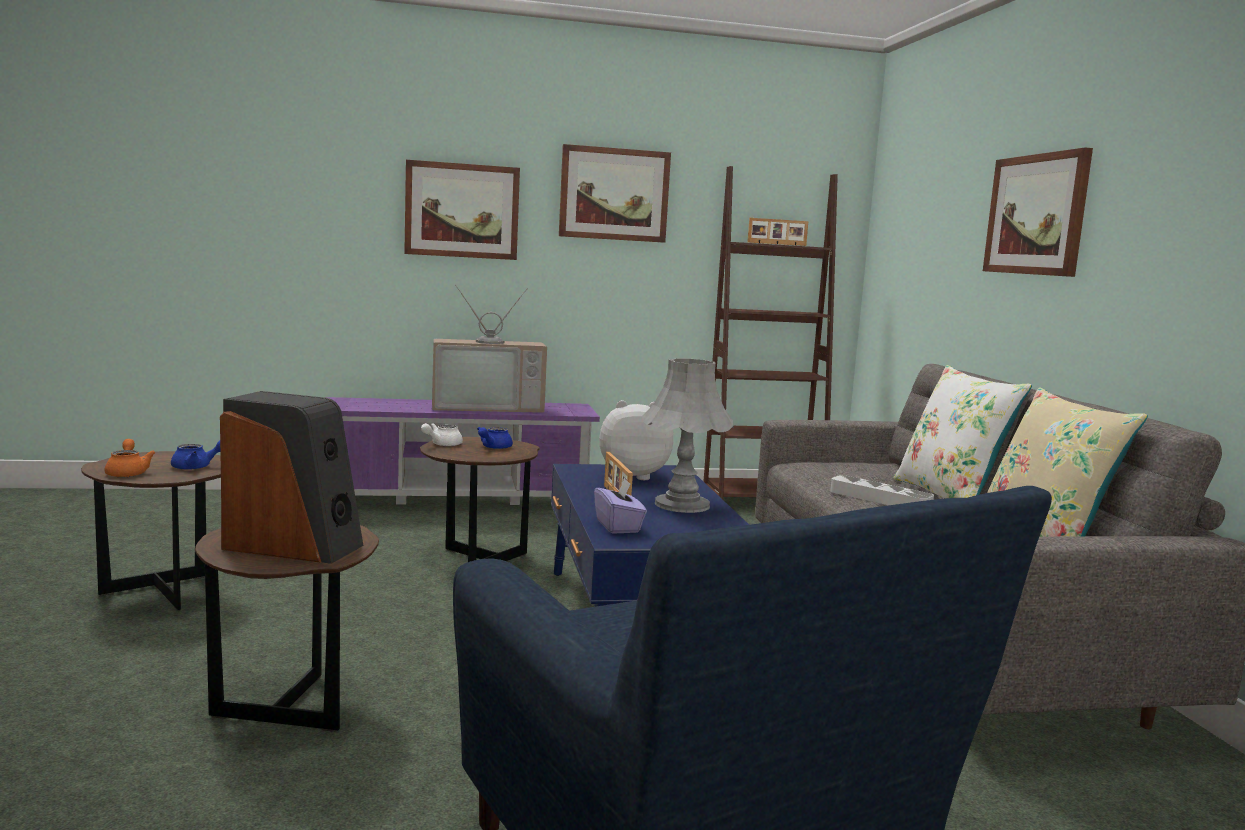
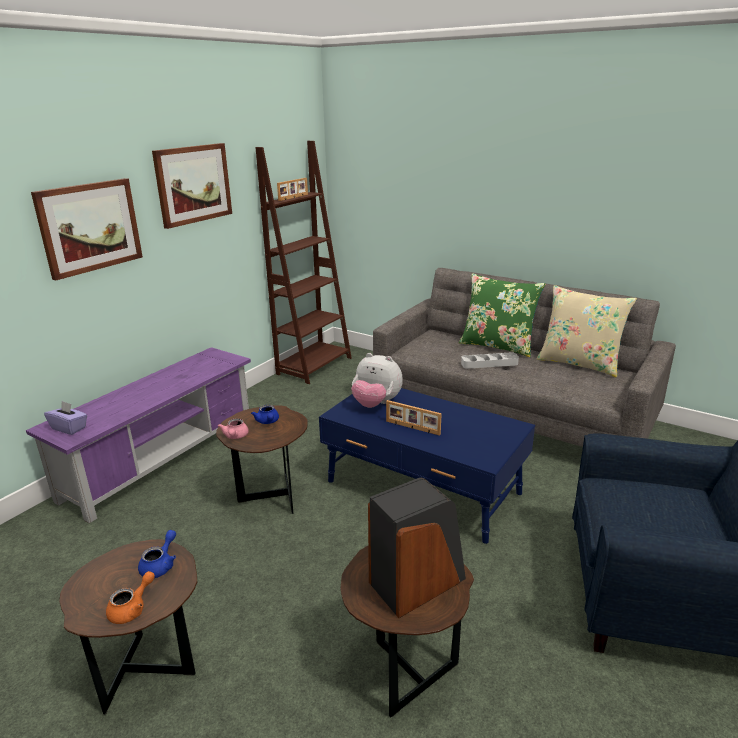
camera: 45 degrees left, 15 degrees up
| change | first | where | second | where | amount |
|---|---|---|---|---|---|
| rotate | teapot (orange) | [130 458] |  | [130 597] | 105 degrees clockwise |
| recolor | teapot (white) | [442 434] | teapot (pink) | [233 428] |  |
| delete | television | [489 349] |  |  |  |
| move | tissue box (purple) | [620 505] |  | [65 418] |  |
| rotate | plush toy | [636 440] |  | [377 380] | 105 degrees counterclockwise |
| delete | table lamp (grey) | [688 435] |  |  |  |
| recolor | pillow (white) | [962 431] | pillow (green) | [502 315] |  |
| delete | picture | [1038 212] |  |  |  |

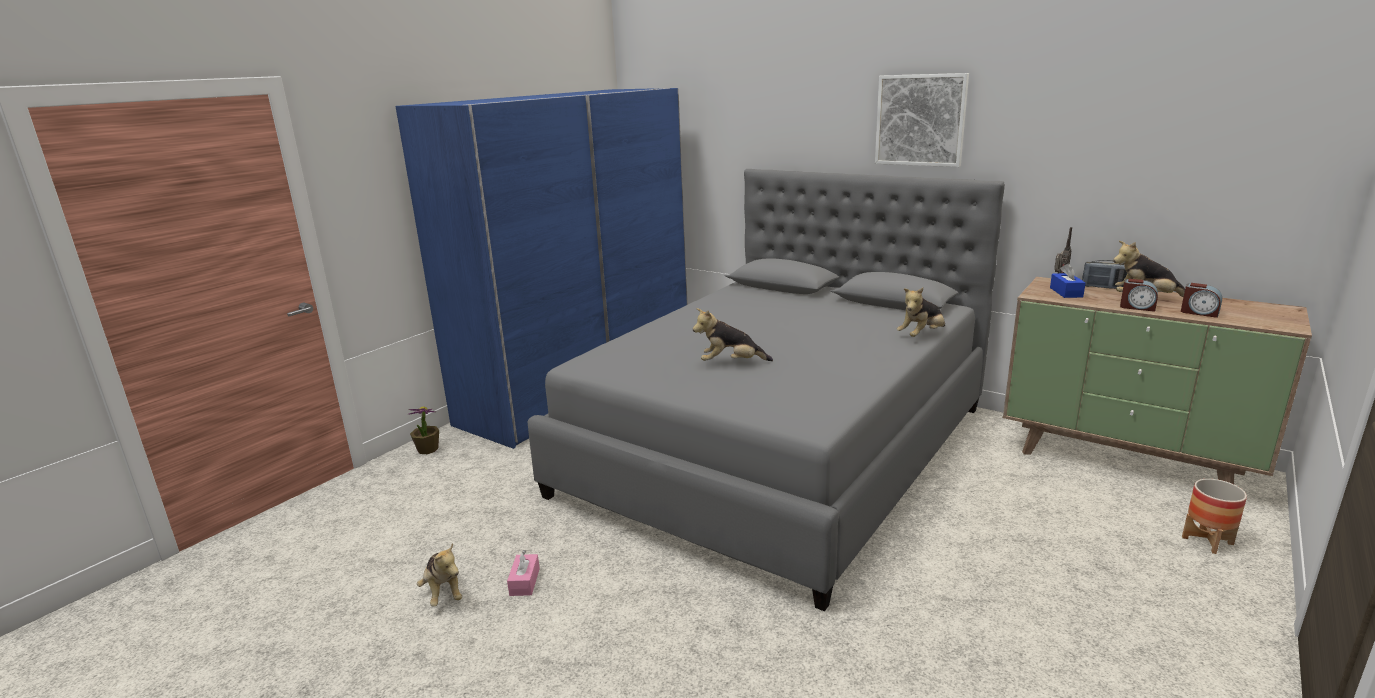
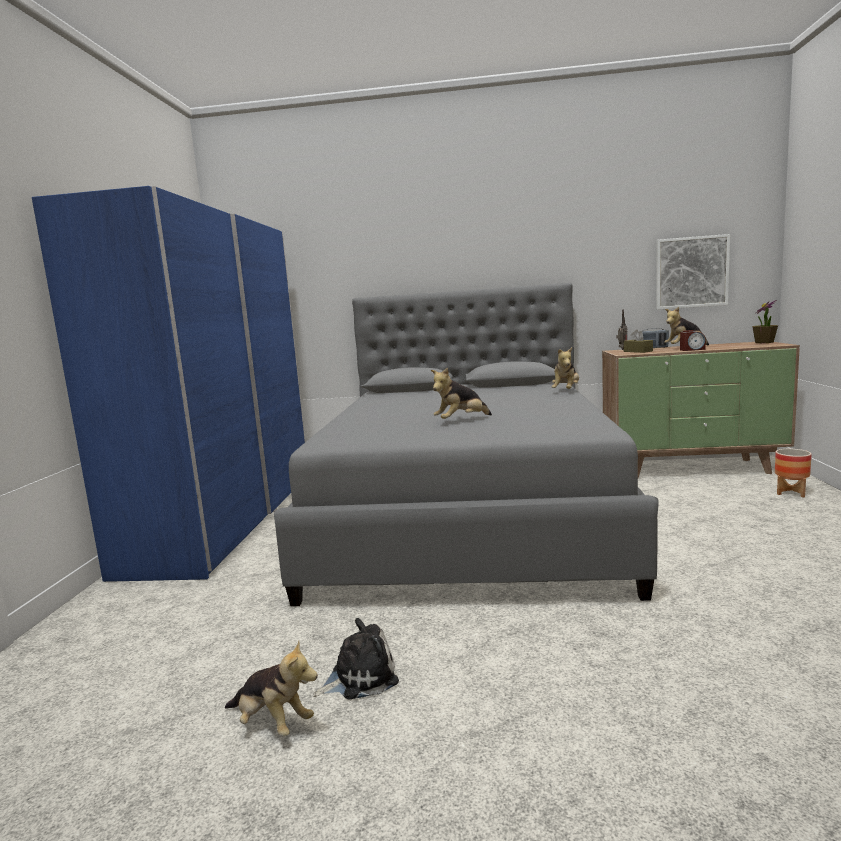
camera: 30 degrees left, 10 degrees down
| change | first | where | second | where | amount |
|---|---|---|---|---|---|
| move | potted plant | [424 430] |  | [765 321] |  |
| replace | tissue box (pink) | [523 573] | plush toy | [356 659] |  |
| move | picture | [922 120] |  | [693 272] |  |
| recolor | tissue box (blue) | [1068 280] | tissue box (brown) | [638 341] |  |
| delete | alarm clock | [1201 300] |  |  |  |

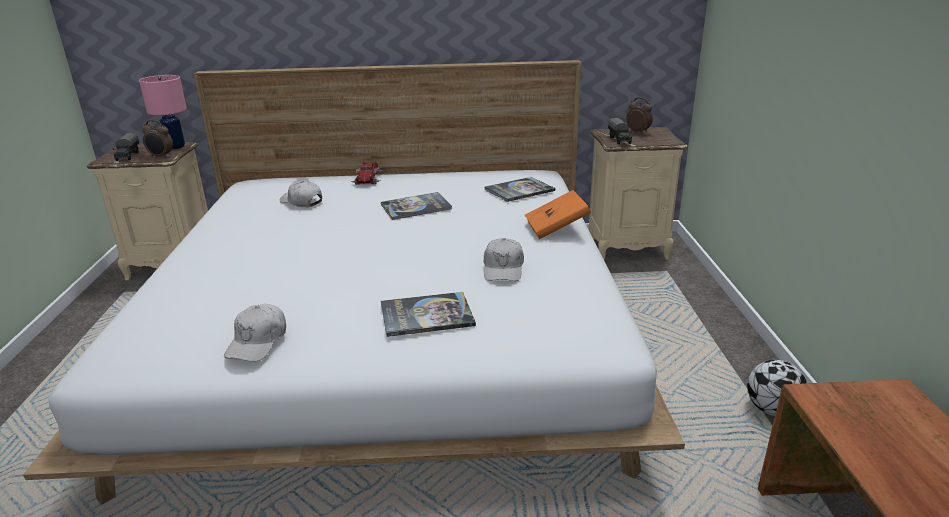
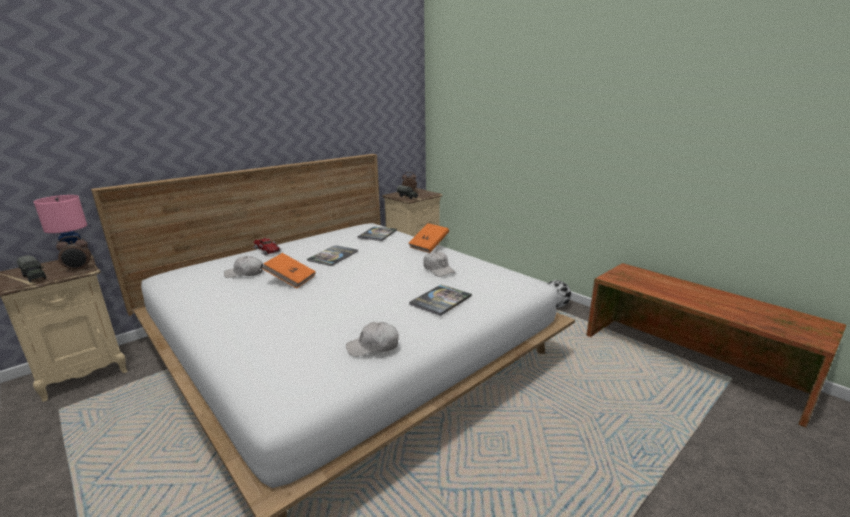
camera: 40 degrees left, 5 degrees down
| change | first | where | second | where | amount |
|---|---|---|---|---|---|
| rotate | cap (white) | [255 333] |  | [372 339] | 105 degrees clockwise |
| insert |  |  | book (orange) | [289 270] |  |

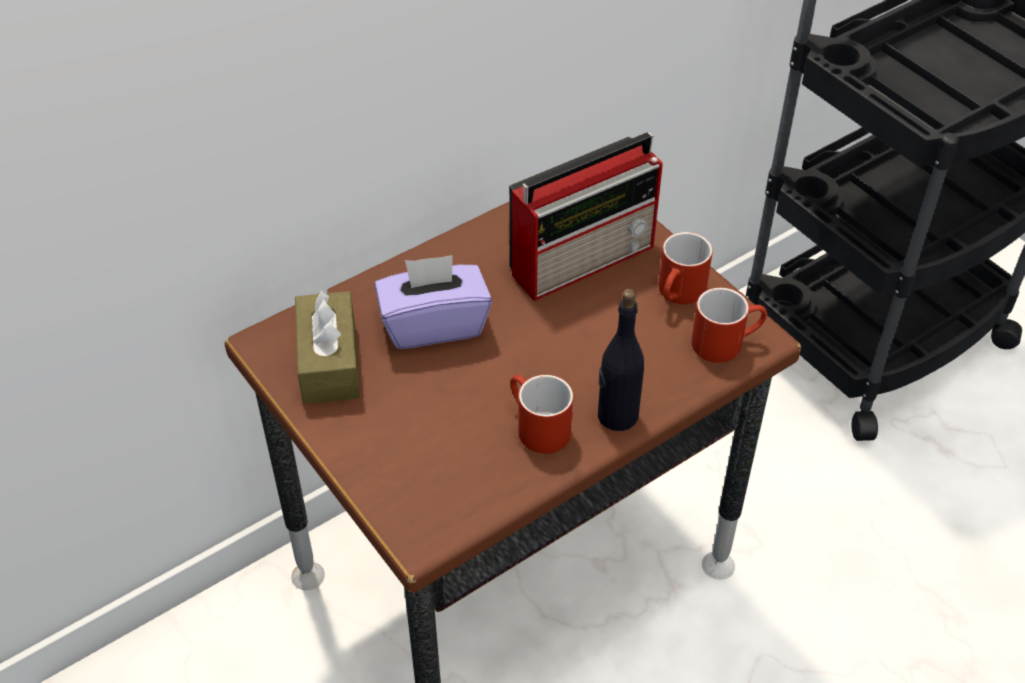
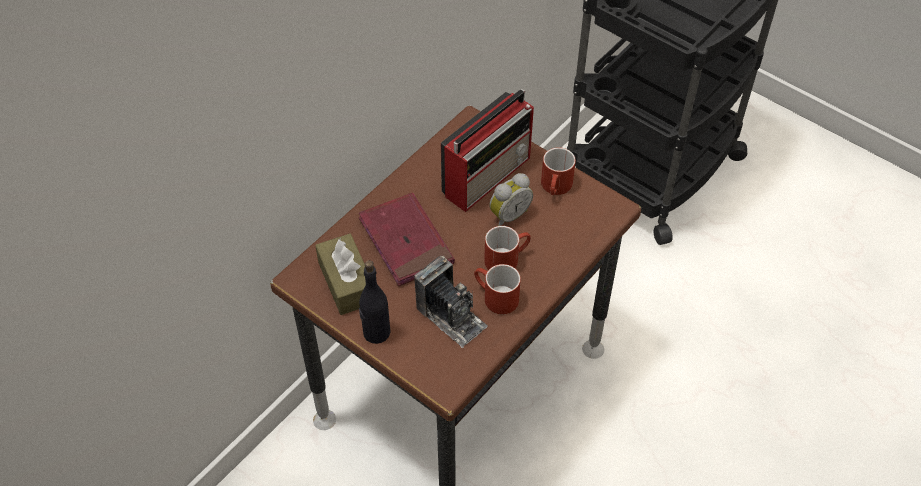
camera: 15 degrees left, 5 degrees up
| change | first | where | second | where | amount |
|---|---|---|---|---|---|
| replace | tissue box (purple) | [433 302] | book (red) | [407 239] |  |
| move | bottle (black) | [621 360] |  | [375 302] |  |
| move | mug (red) | [729 325] |  | [507 248] |  |
| insert |  |  | photo camera | [451 302] |  |
| insert |  |  | alarm clock | [511 199] |  |

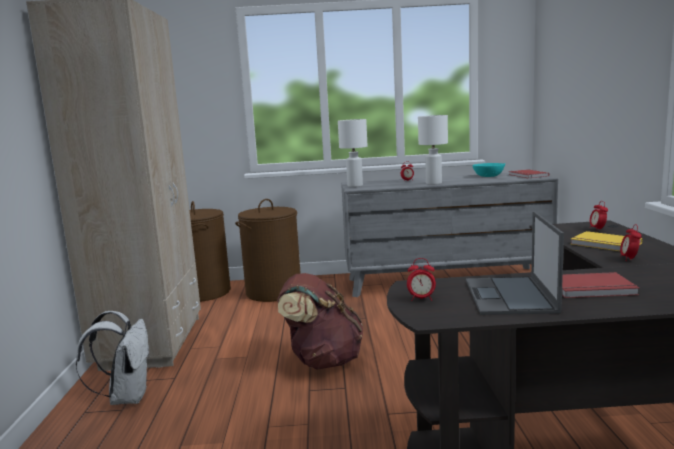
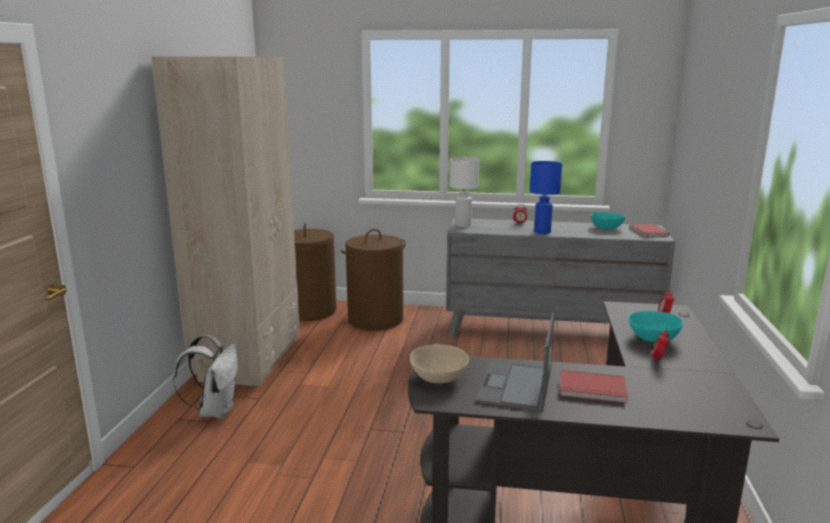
camera: 10 degrees right, 5 degrees up
| change | first | where | second | where | amount |
|---|---|---|---|---|---|
| delete | backpack (brown) | [320 321] |  |  |  |
| replace | alarm clock | [421 279] | bowl (beige) | [439 363] |  |
| recolor | table lamp (white) | [433 150] | table lamp (blue) | [546 197] |  |
| replace | book (yellow) | [606 241] | bowl (turquoise) | [655 326] |  |

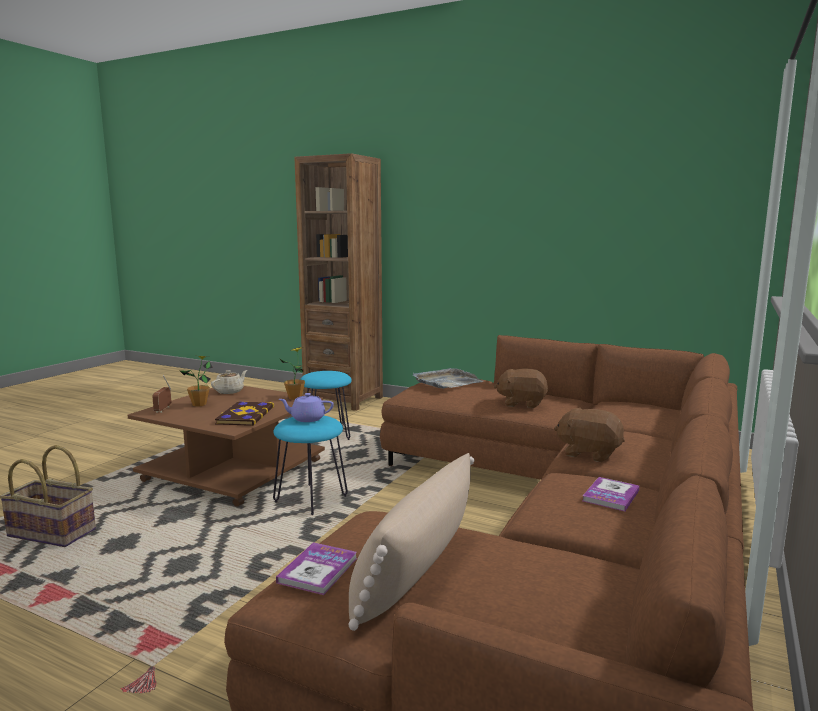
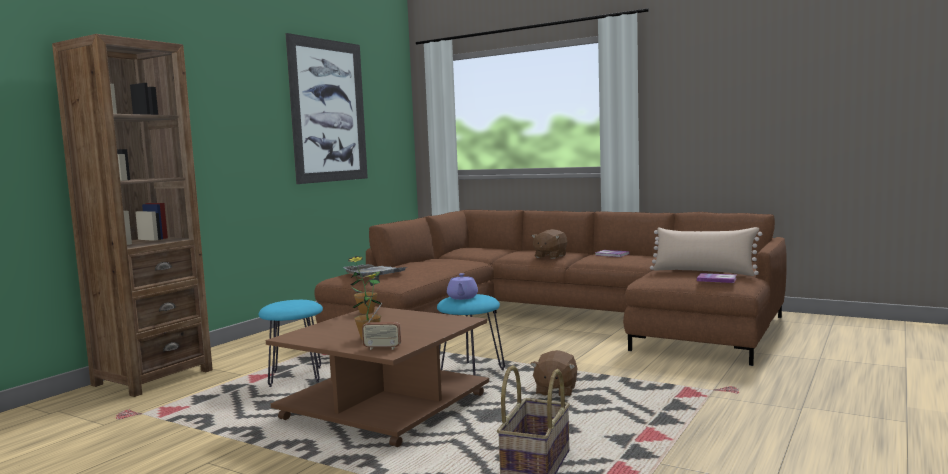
camera: 85 degrees left, 5 degrees down
| change | first | where | second | where | amount |
|---|---|---|---|---|---|
| delete | teapot (beige) | [229 382] |  |  |  |
| delete | book | [244 414] |  |  |  |
| move | plush toy (brown) | [521 388] |  | [554 373] |  |
| insert |  |  | picture | [327 108] |  |

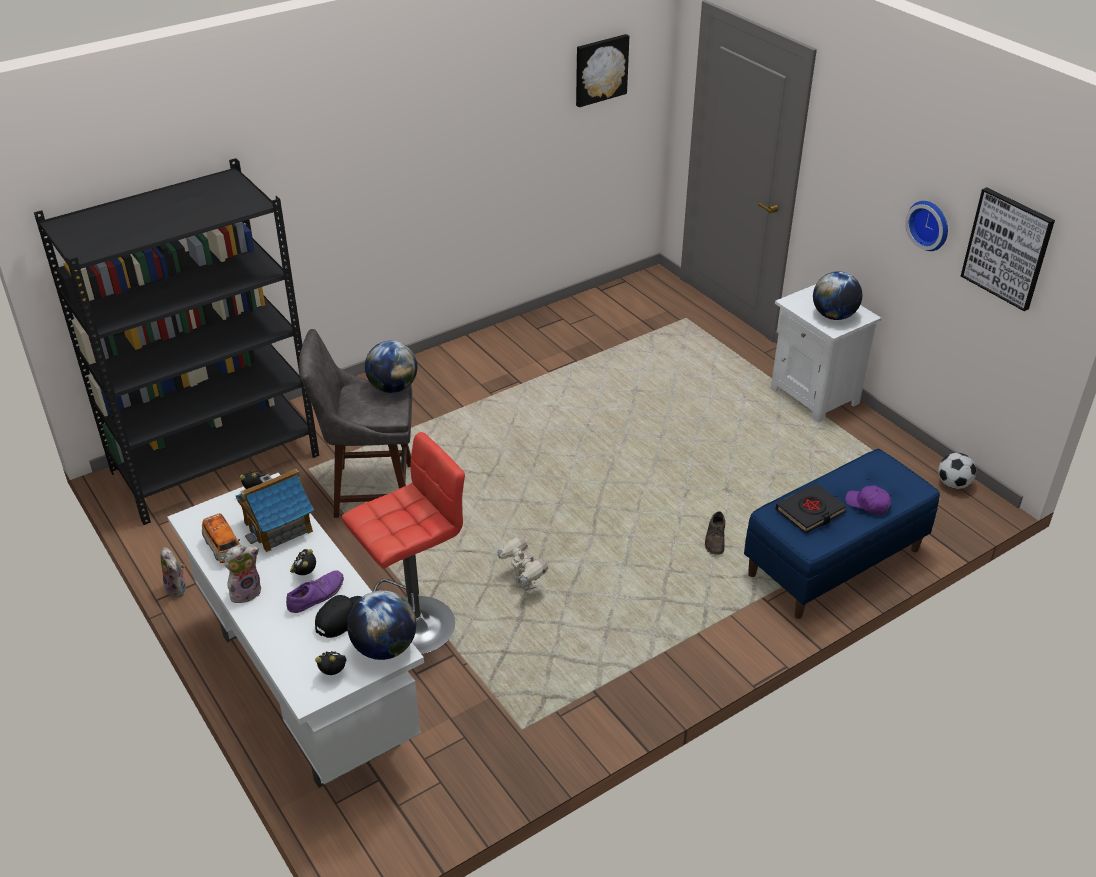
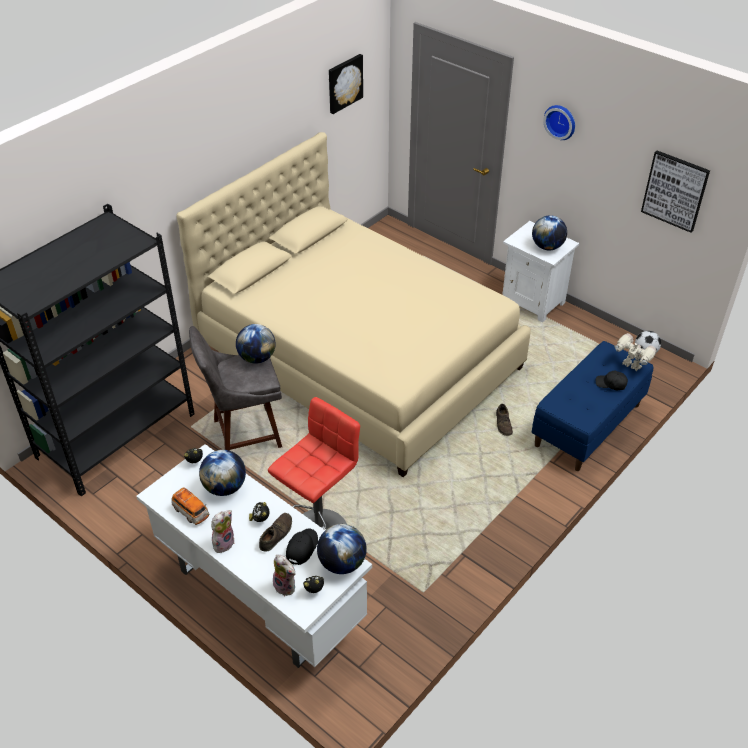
camera: 15 degrees left, 5 degrees up
| change | first | where | second | where | amount |
|---|---|---|---|---|---|
| move | plush toy | [173 572] |  | [284 575] |  |
| replace | toy house | [275 510] | globe | [222 473] |  |
| recolor | shoe (purple) | [315 591] | shoe (brown) | [275 532] |  |
| move | toy robot | [522 563] |  | [635 352] |  |
| delete | book (black) | [811 508] |  |  |  |
| recolor | cap (purple) | [868 500] | cap (black) | [612 380] |  |
| move | wall clock | [927 226] |  | [559 122] |  |
| insert |  |  | bed (beige) | [353 304] |  |

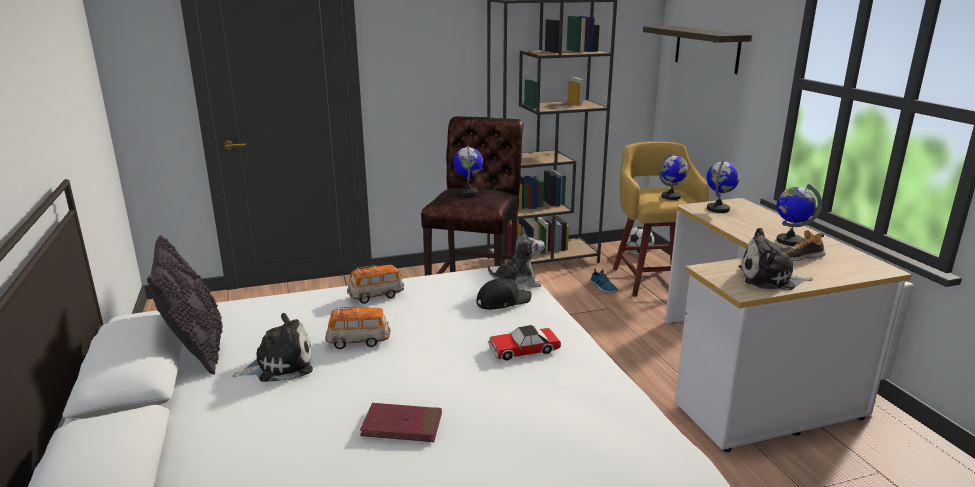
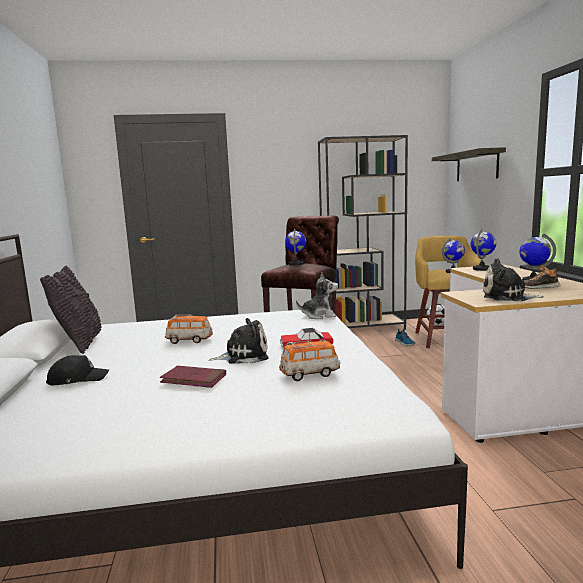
camera: 10 degrees right, 10 degrees down
| change | first | where | second | where | amount |
|---|---|---|---|---|---|
| move | plush toy | [272 347] |  | [238 341] |  |
| move | toy car | [375 284] |  | [309 361] |  |
| move | cap (black) | [504 294] |  | [77 370] |  |

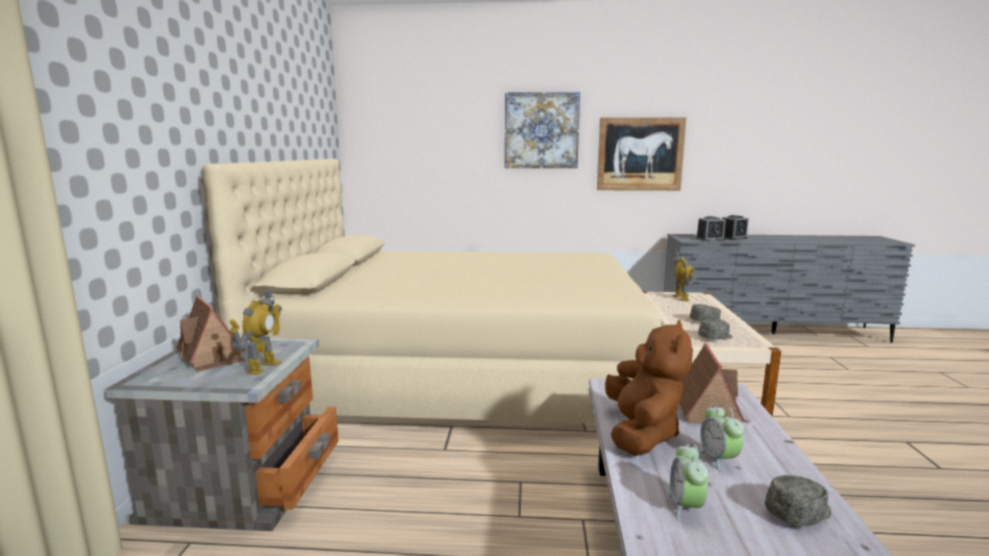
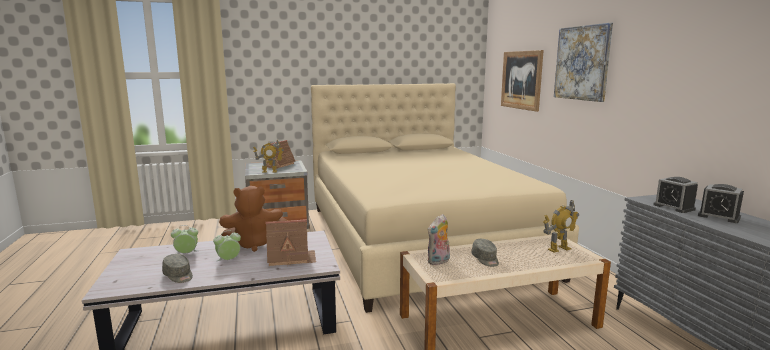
camera: 70 degrees right, 0 degrees up
| change | first | where | second | where | amount |
|---|---|---|---|---|---|
| move | picture | [641 154] |  | [522 81] |  |
| replace | cap (grey) | [715 330] | plush toy | [439 239] |  |

